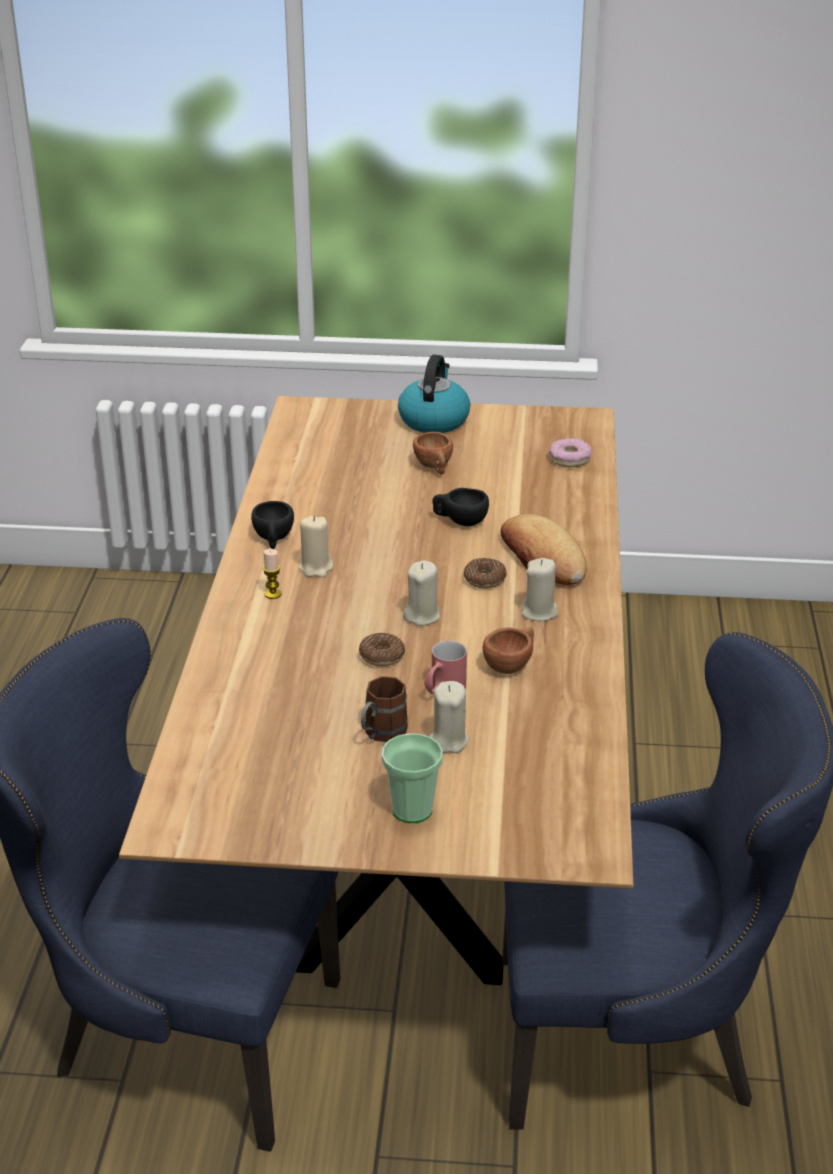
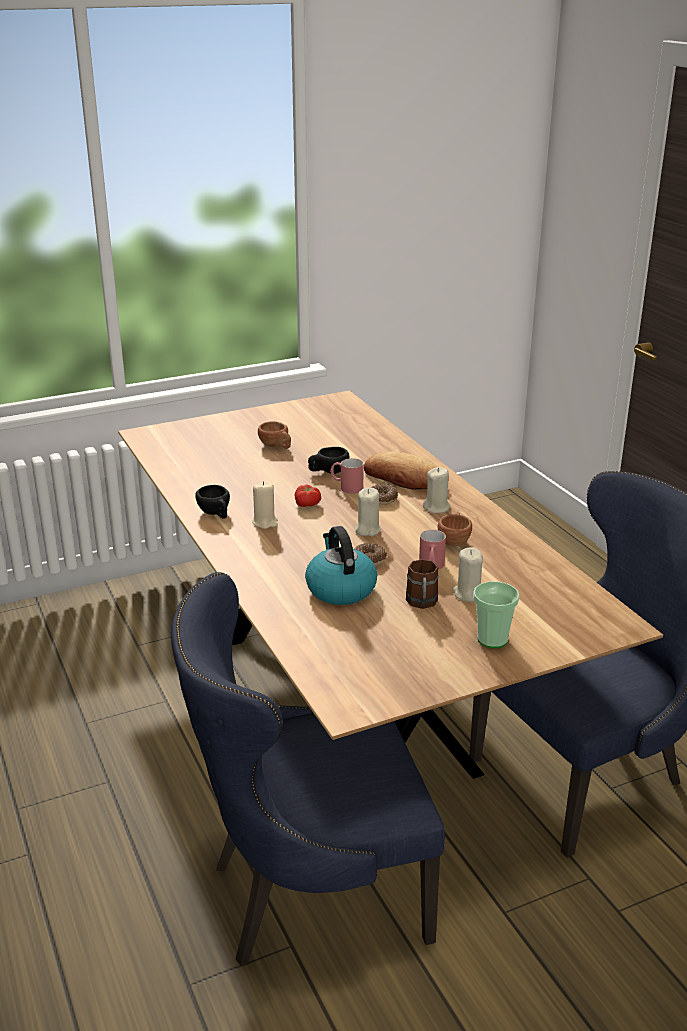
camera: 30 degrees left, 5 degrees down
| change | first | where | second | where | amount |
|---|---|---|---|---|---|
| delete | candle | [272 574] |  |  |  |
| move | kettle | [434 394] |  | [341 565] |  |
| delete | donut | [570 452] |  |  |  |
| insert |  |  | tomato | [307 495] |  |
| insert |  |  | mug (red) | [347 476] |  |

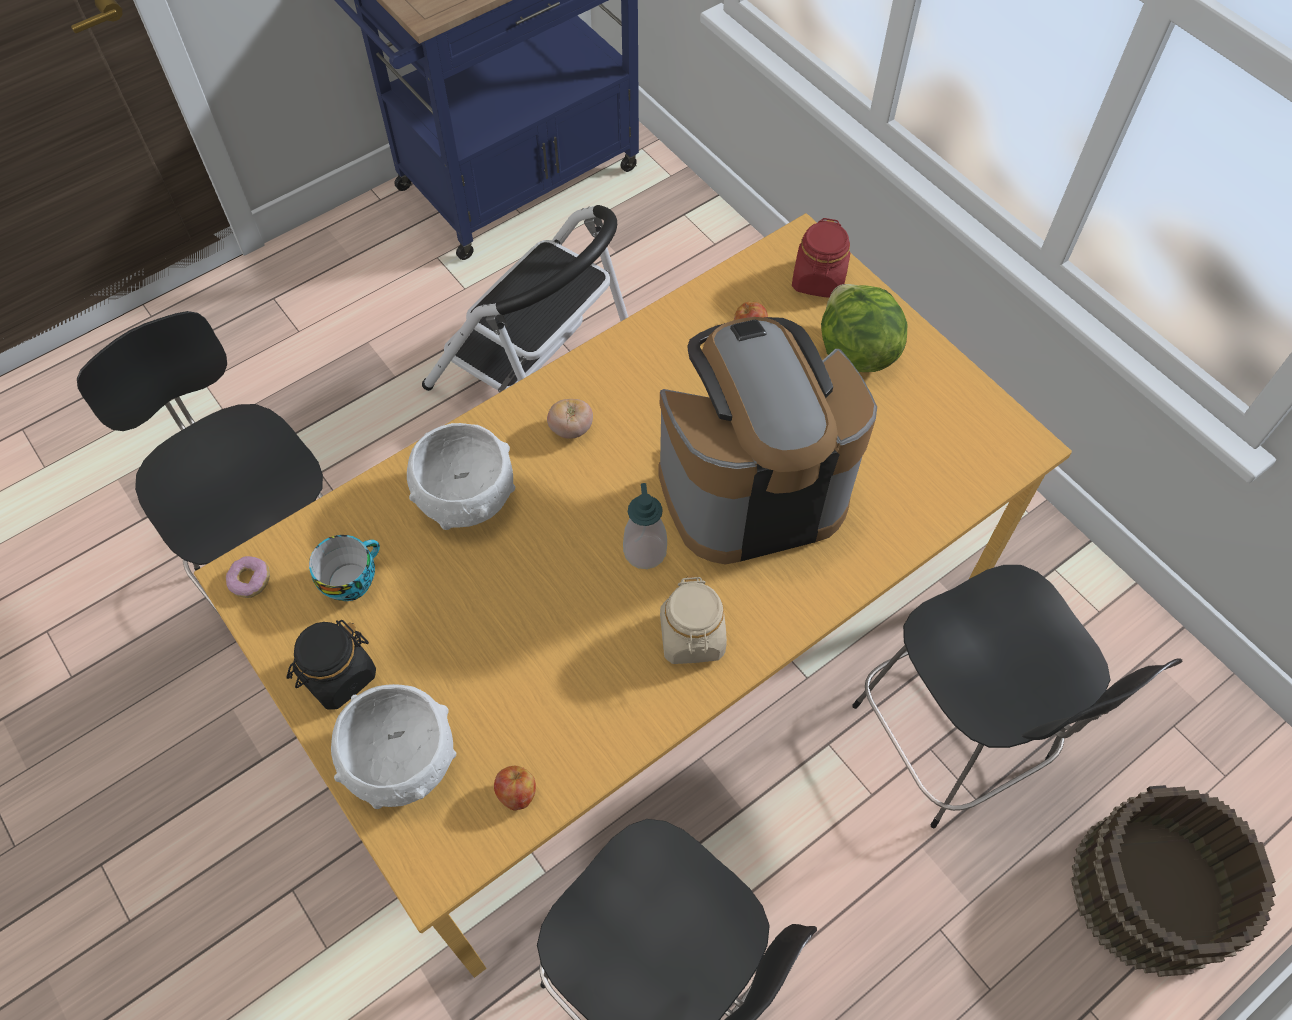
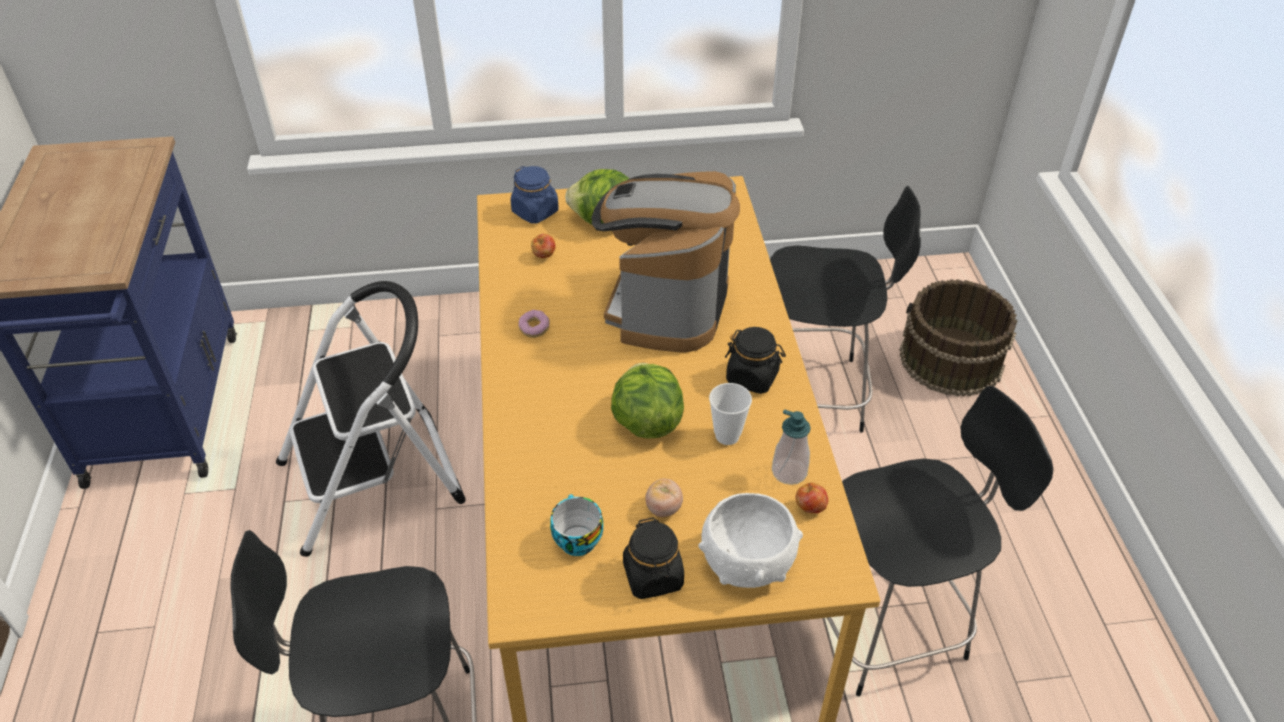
camera: 60 degrees left, 15 degrees down
| change | first | where | second | where | amount |
|---|---|---|---|---|---|
| move | donut | [248 577] |  | [534 324] |  |
| delete | bowl (white) | [461 476] |  |  |  |
| move | tomato | [570 419] |  | [664 497] |  |
| move | soap dispenser | [645 526] |  | [791 447] |  |
| recolor | jar (beige) | [693 619] | jar (black) | [755 360] |  |
| recolor | jar (red) | [821 258] | jar (blue) | [535 195] |  |
| insert |  |  | lettuce | [647 400] |  |
| insert |  |  | cup | [730 414] |  |

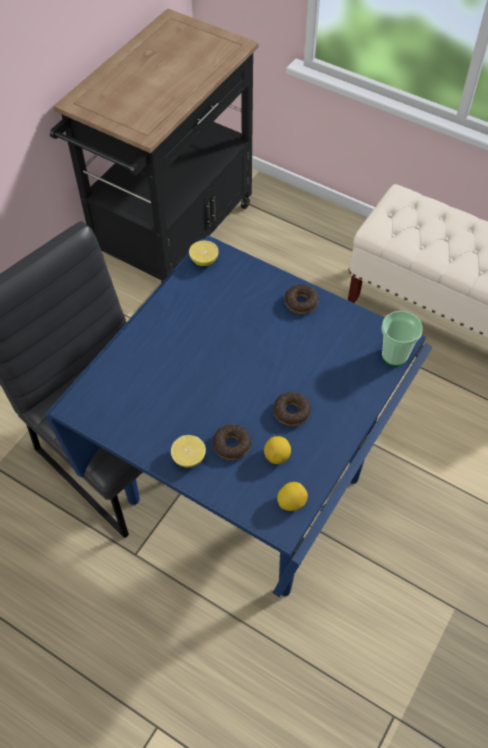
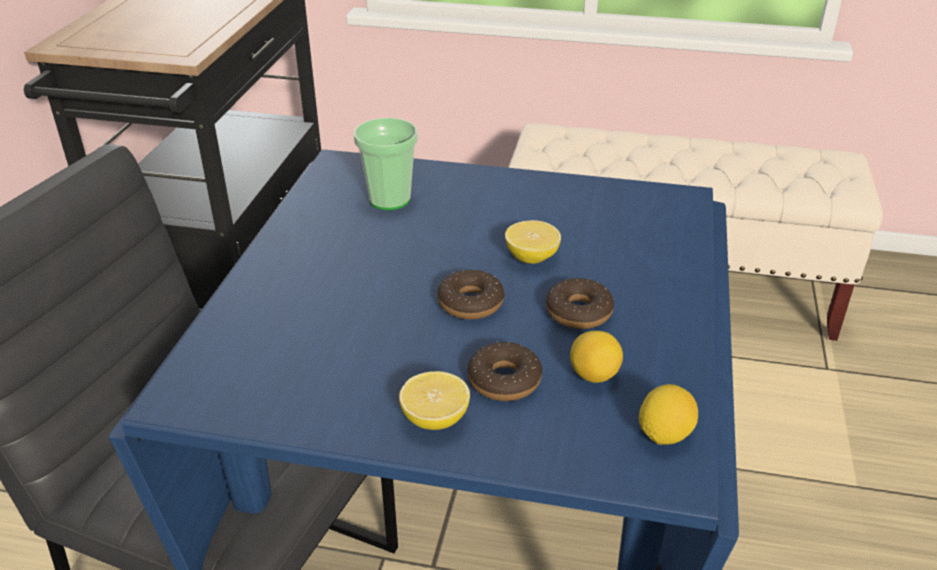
camera: 20 degrees left, 20 degrees down
| change | first | where | second | where | amount |
|---|---|---|---|---|---|
| move | lemon | [204 253] |  | [533 242] |  |
| move | donut | [302 299] |  | [471 295] |  |
| move | cup | [402 338] |  | [386 164] |  |

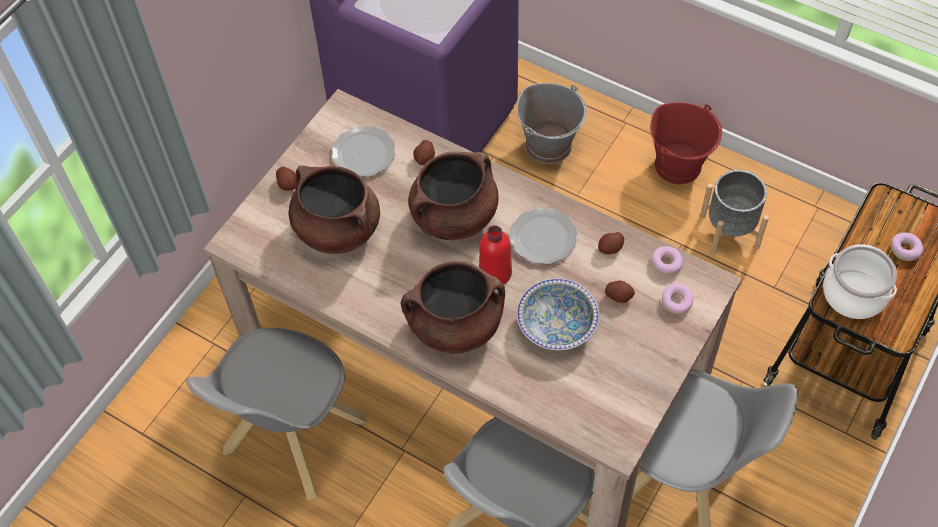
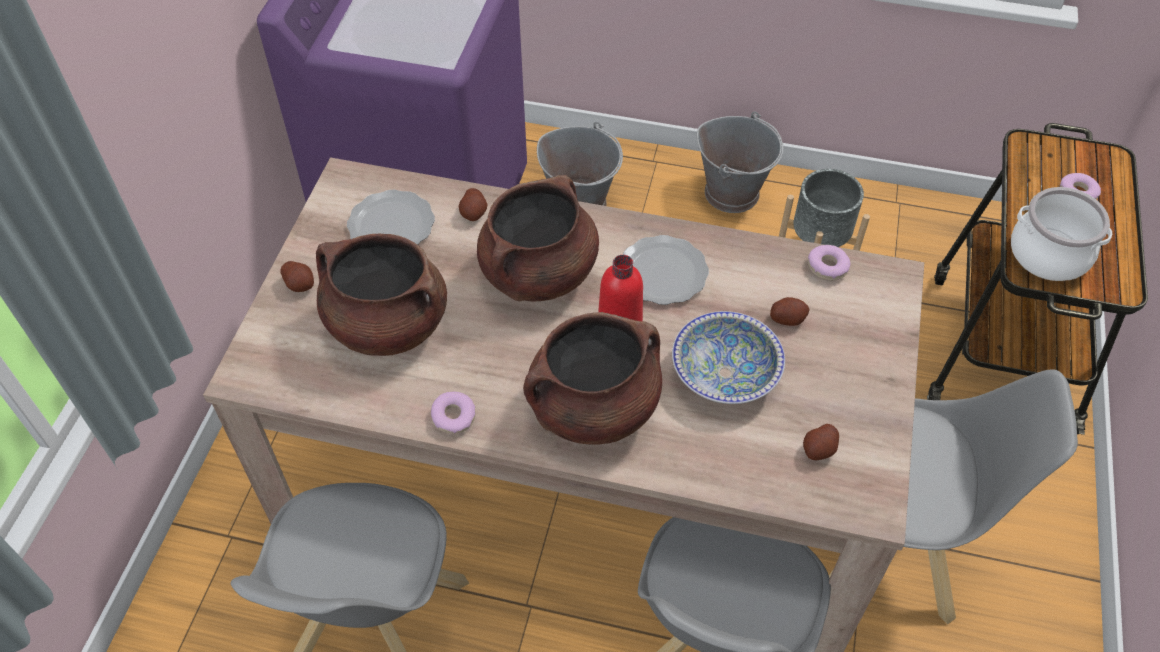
camera: 20 degrees left, 5 degrees down
| change | first | where | second | where | amount |
|---|---|---|---|---|---|
| move | potato | [611 243] |  | [821 442] |  |
| recolor | bucket (red) | [686 143] | bucket (grey) | [740 162] |  |
| move | donut | [678 298] |  | [453 413] |  |

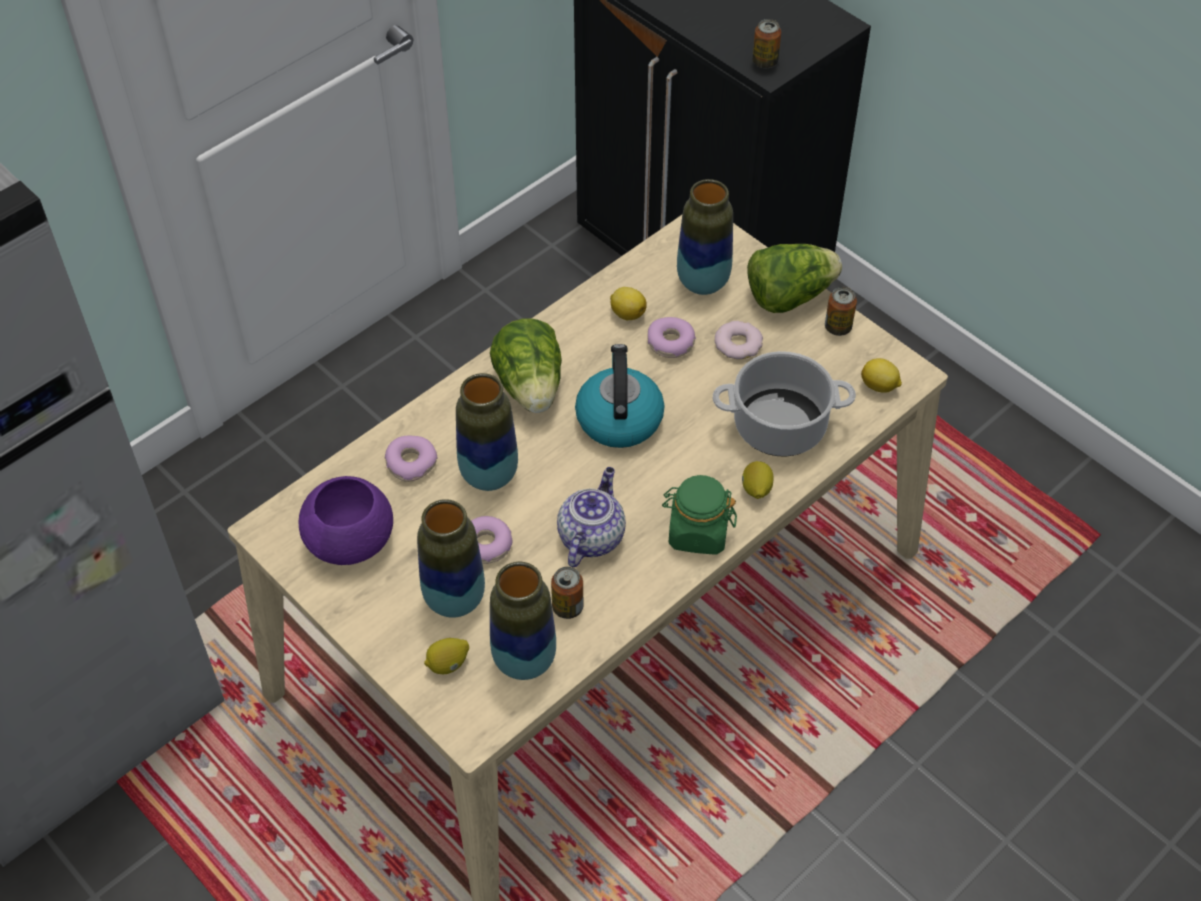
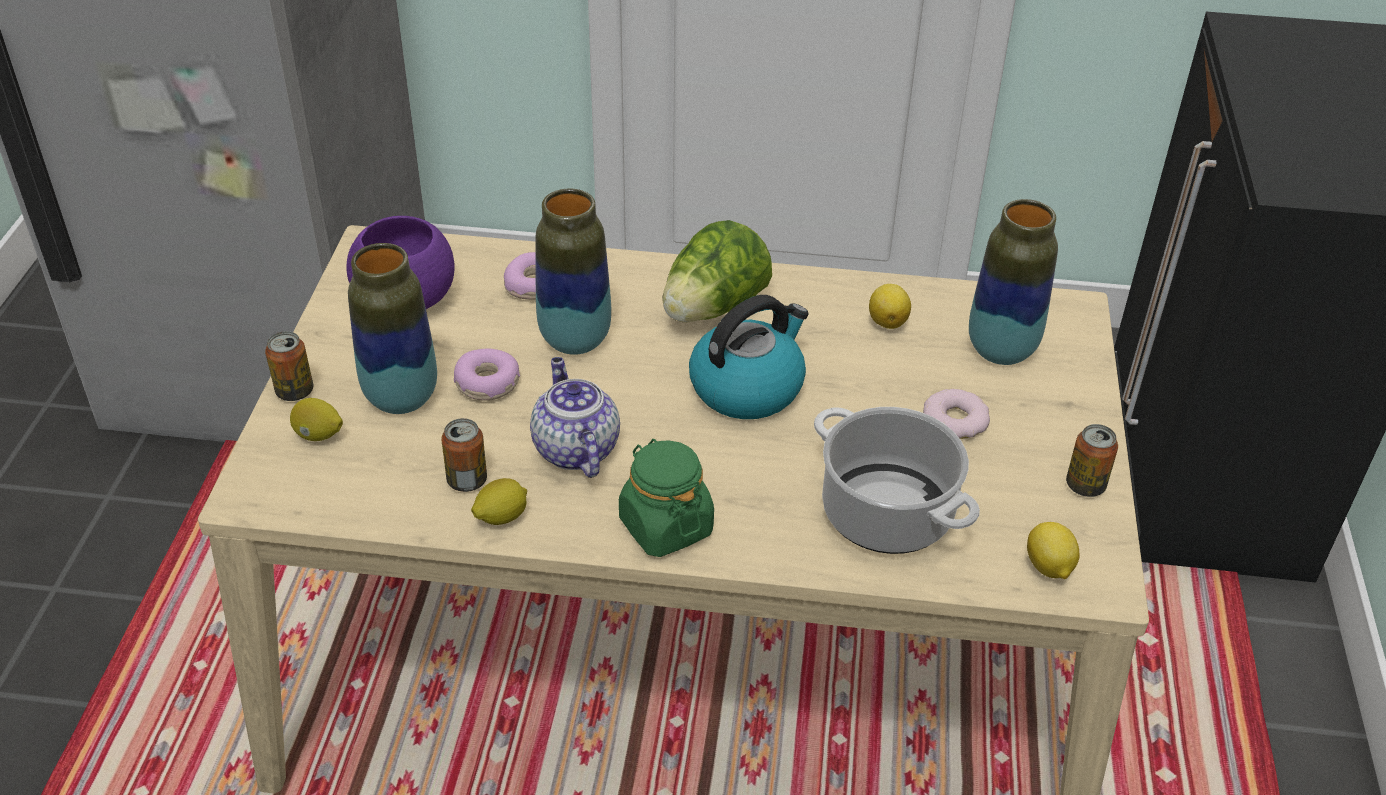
camera: 50 degrees right, 10 degrees down
| change | first | where | second | where | amount |
|---|---|---|---|---|---|
| delete | vase | [523 621] |  |  |  |
| rotate | teapot | [591 517] |  | [575 417] | 90 degrees counterclockwise |
| delete | donut | [671 337] |  |  |  |
| move | lemon | [757 480] |  | [499 501] |  |
| delete | lettuce | [794 278] |  |  |  |
| move | can | [766 43] |  | [289 366] |  |

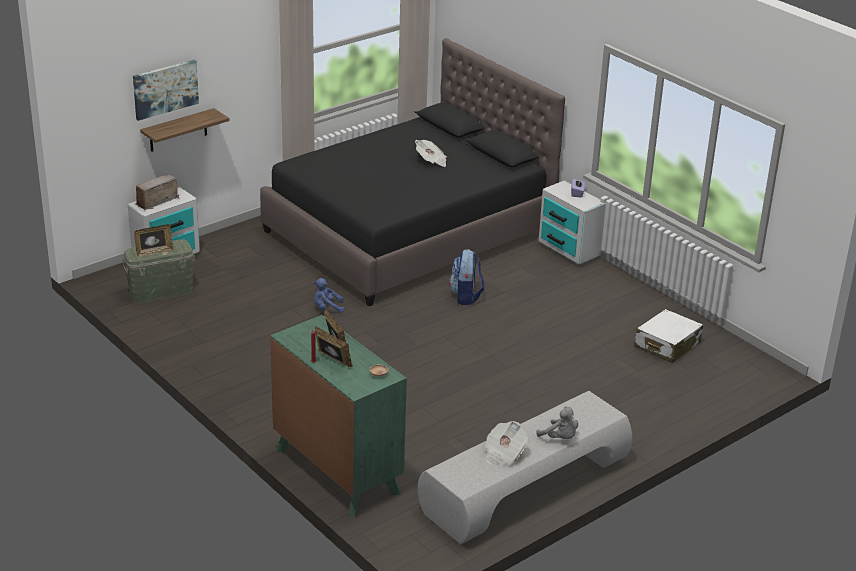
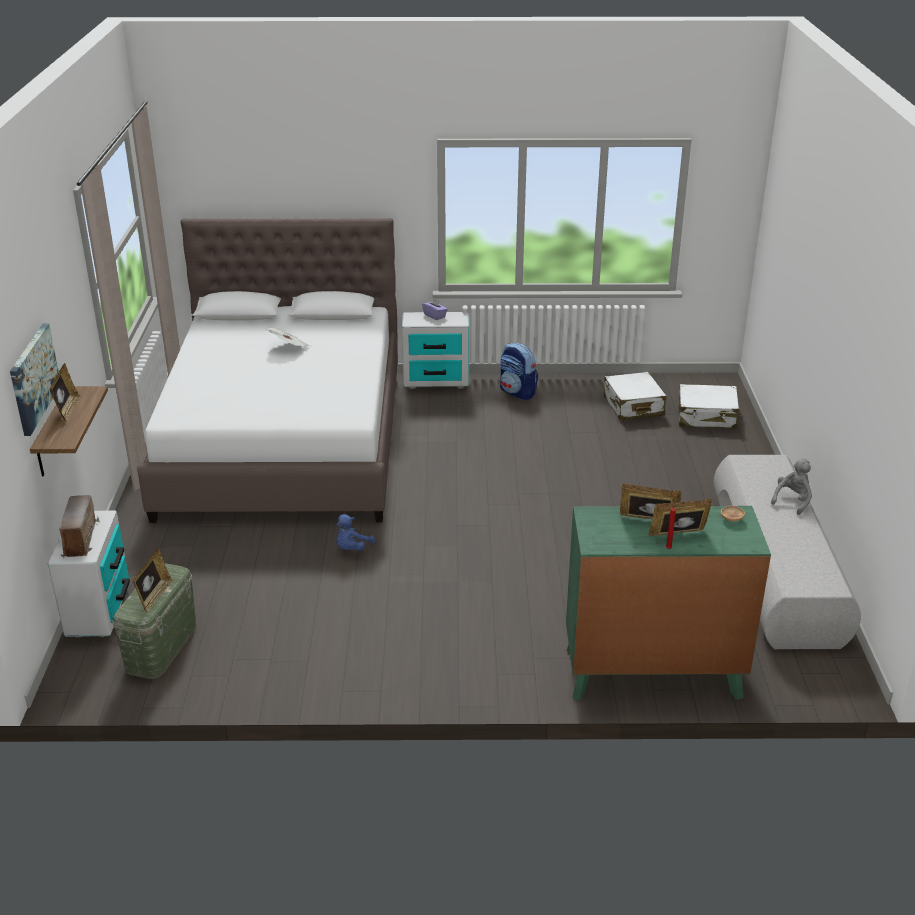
camera: 50 degrees left, 0 degrees up
| change | first | where | second | where | amount |
|---|---|---|---|---|---|
| recolor | bed (black) | [412 172] | bed (white) | [267 370] |  |
| move | backpack | [466 277] |  | [519 371] |  |
| delete | newspaper | [507 443] |  |  |  |
| rotate | plush toy (grey) | [557 422] |  | [791 486] | 45 degrees counterclockwise |
| insert |  |  | picture frame | [64 392] |  |
| insert |  |  | suitcase (white) | [710 406] |  |

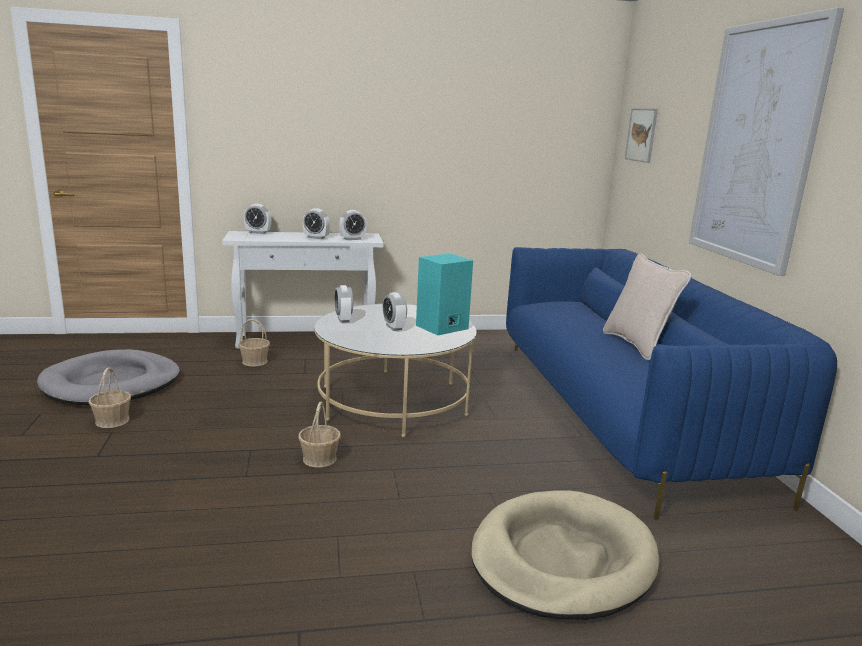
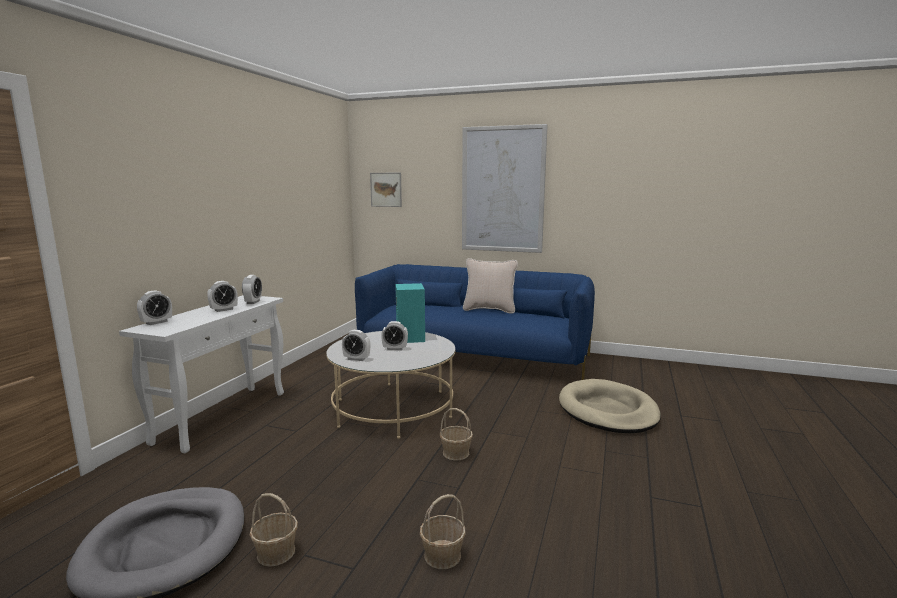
camera: 60 degrees left, 5 degrees down
| change | first | where | second | where | amount |
|---|---|---|---|---|---|
| move | basket | [254 342] |  | [443 531] |  |

